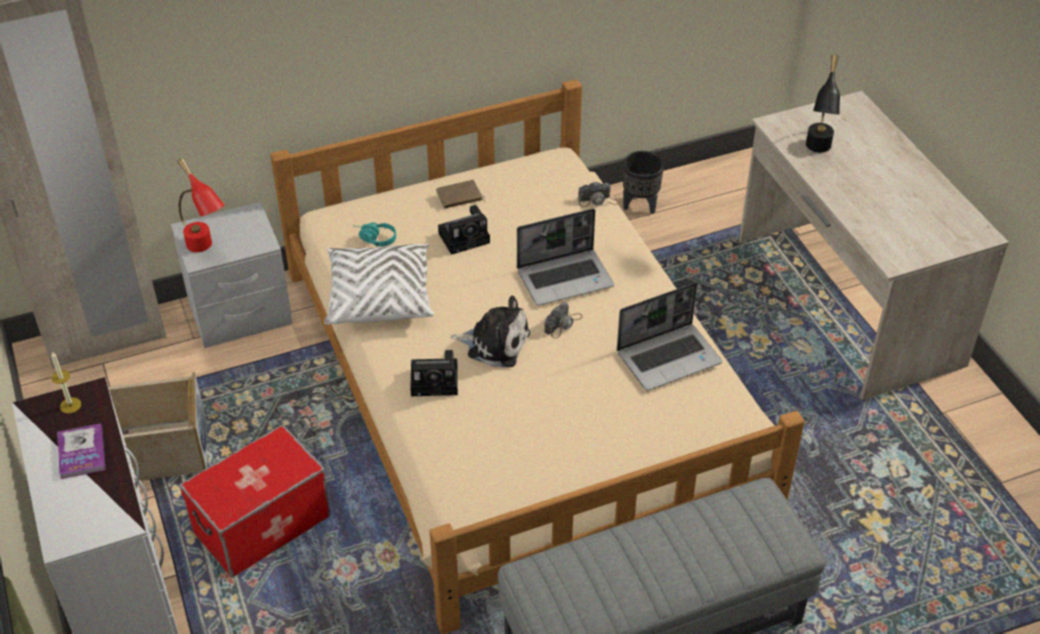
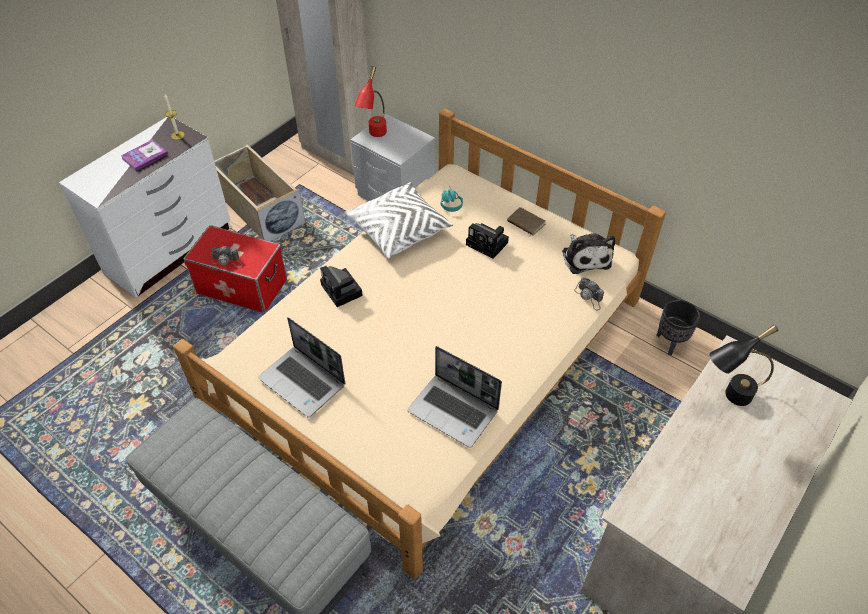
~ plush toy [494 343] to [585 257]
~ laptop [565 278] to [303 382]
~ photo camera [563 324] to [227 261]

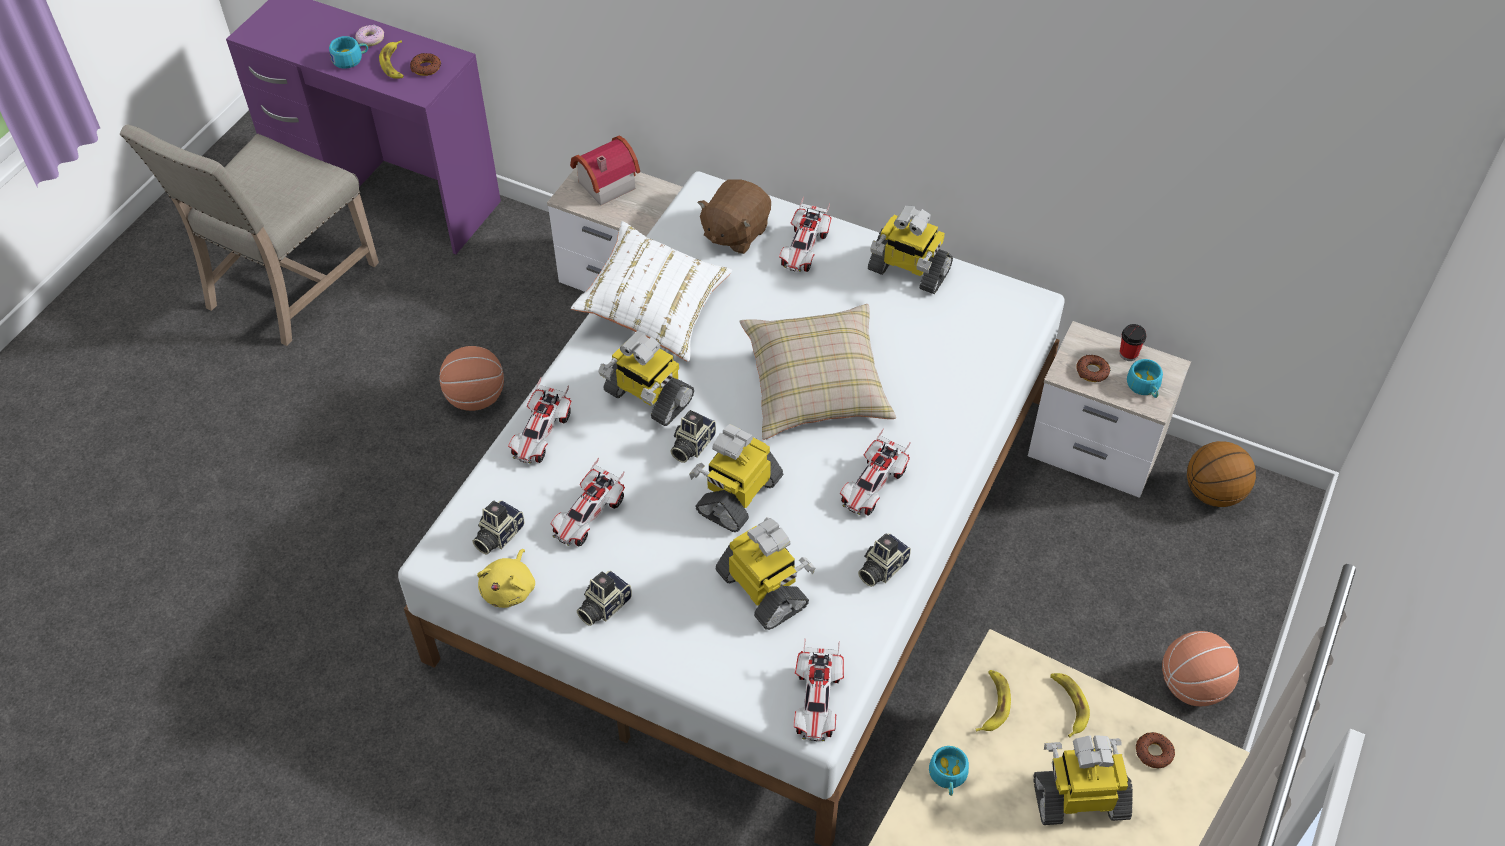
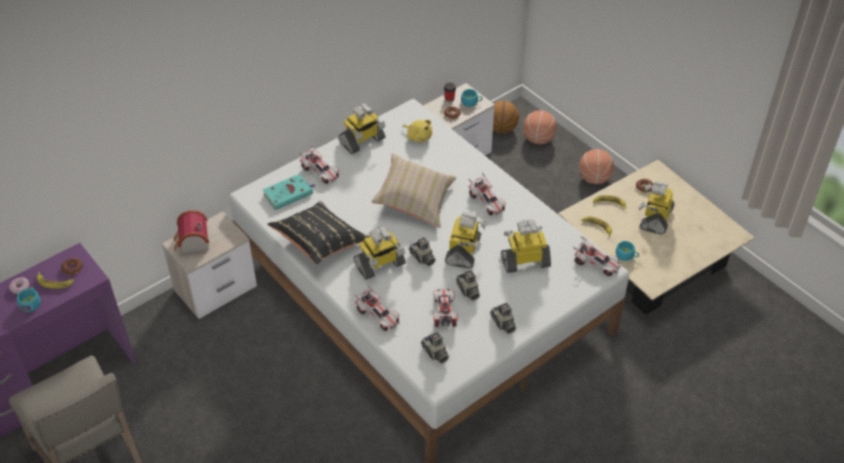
~ basketball [475 398] to [538 139]
~ plush toy in yellow [510 589] to [418 136]
~ photo camera [881 568] to [468 291]
~ plush toy in brown [735 233] to book in turquoise [289 194]
~ pillow in white [654 308] to pillow in black [320 242]
~ toy car [589 516] = [444 312] 150 degrees counterclockwise
~ toy robot [738 495] = [464 251] 135 degrees counterclockwise

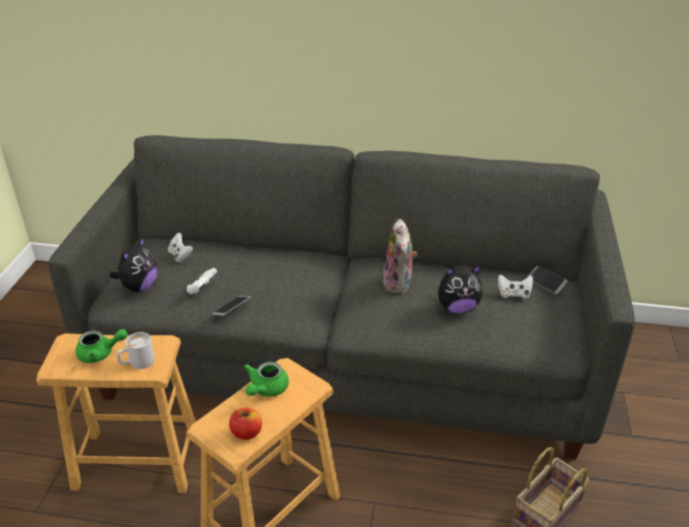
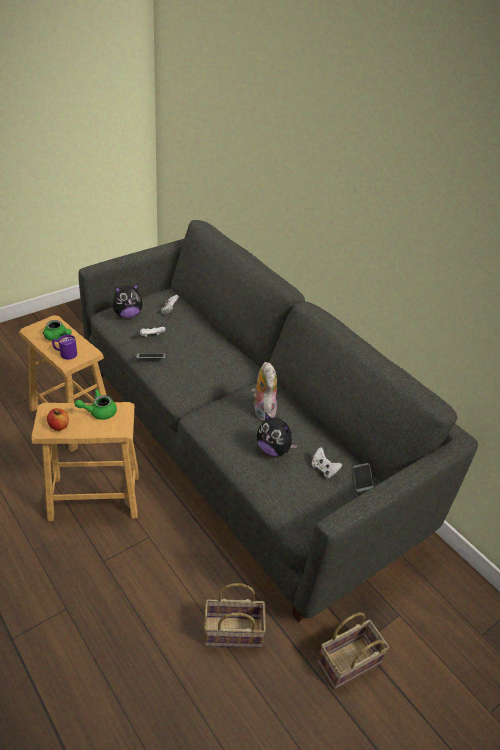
+ basket [348 664]
~ mug in white [137 363] to mug in purple [65 354]
~ plush toy [399 284] = [262 410] 135 degrees clockwise

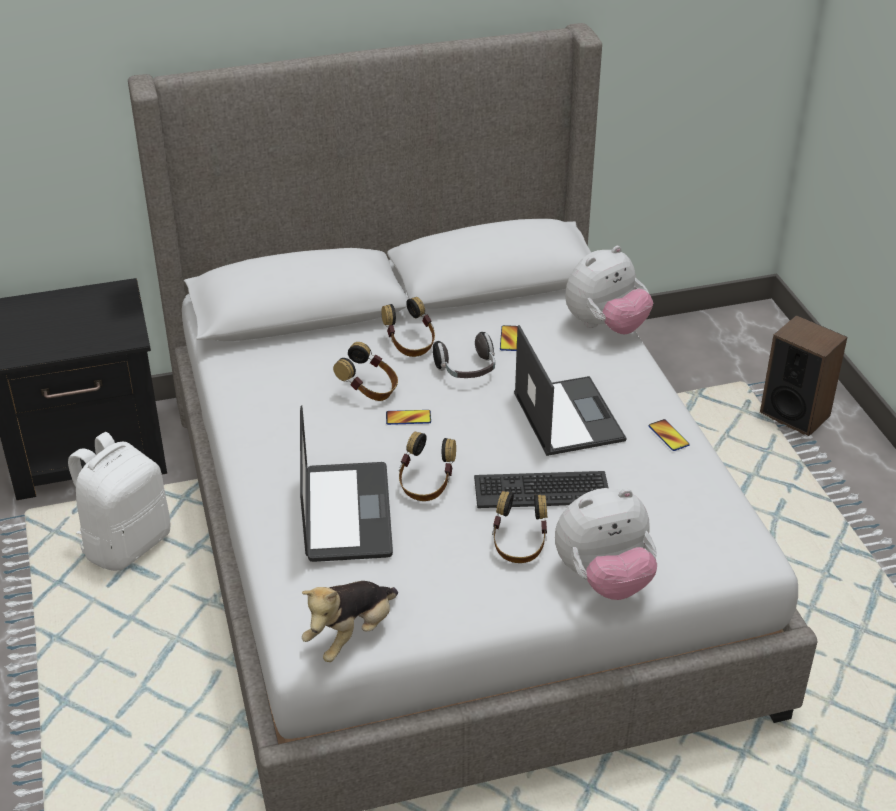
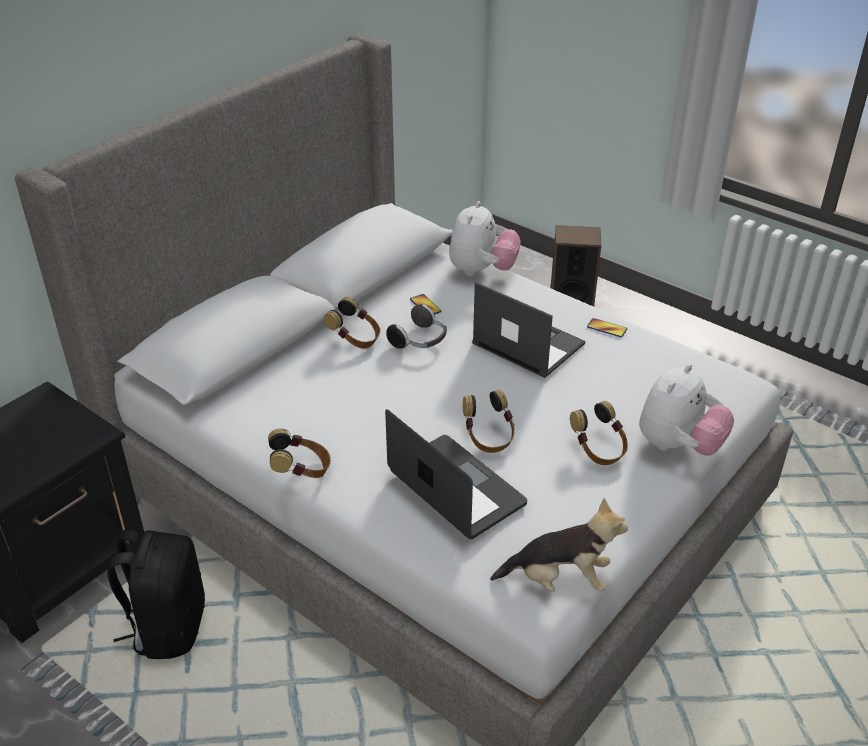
- phone [408 418]
- keyboard [542 490]
~ headphones [369 390] to [302 471]
~ backpack in white [126 543] to backpack in black [168 627]
~ plush toy [351 635] = [559 580] 90 degrees counterclockwise

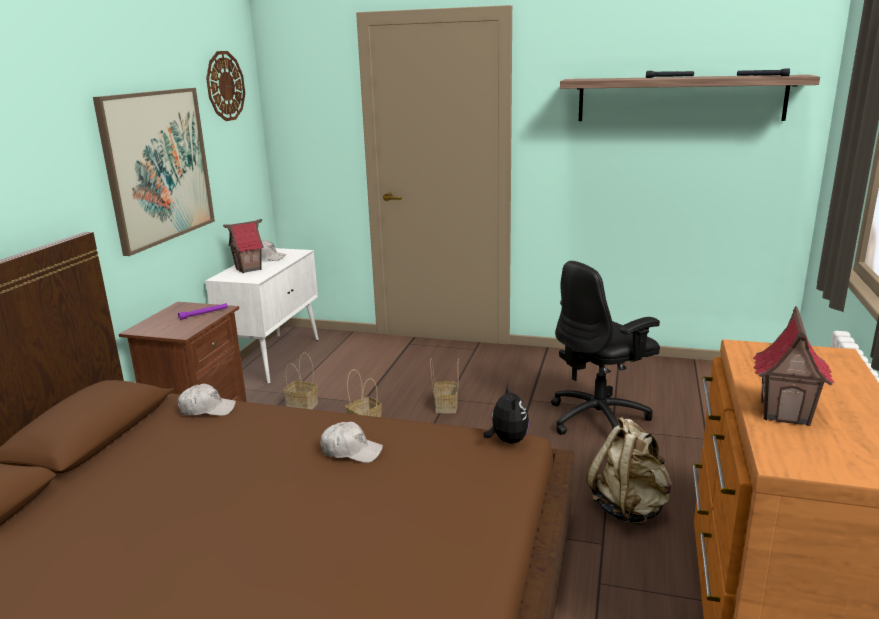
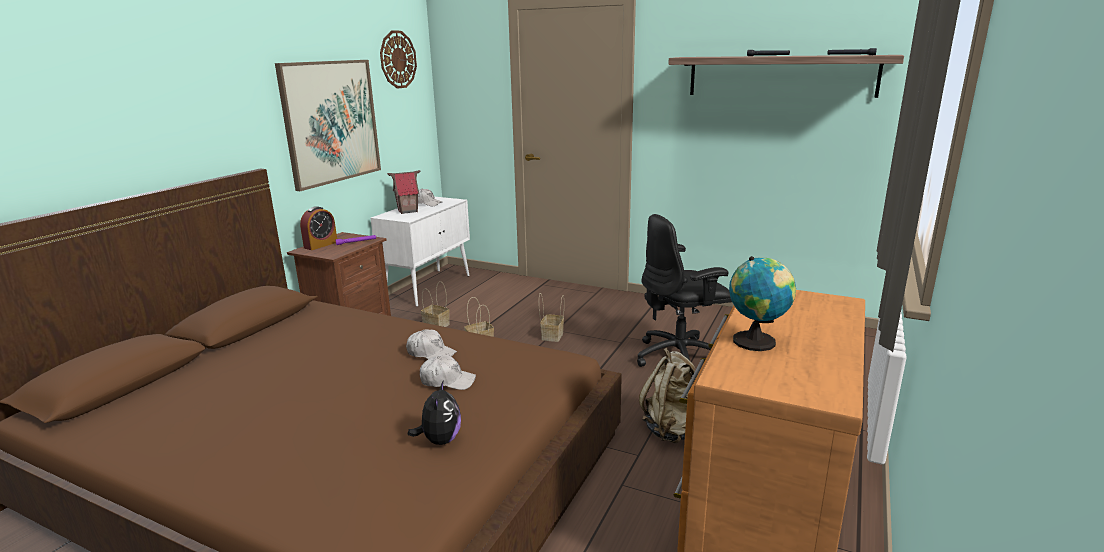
+ alarm clock [321 245]
~ cap in white [207 409] to [447 381]
~ plush toy [507 440] to [440 440]
~ toy house [786 413] to globe [757 342]

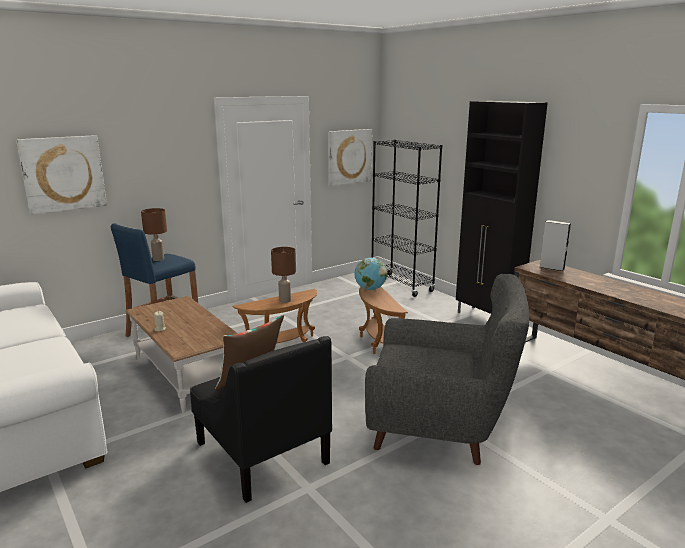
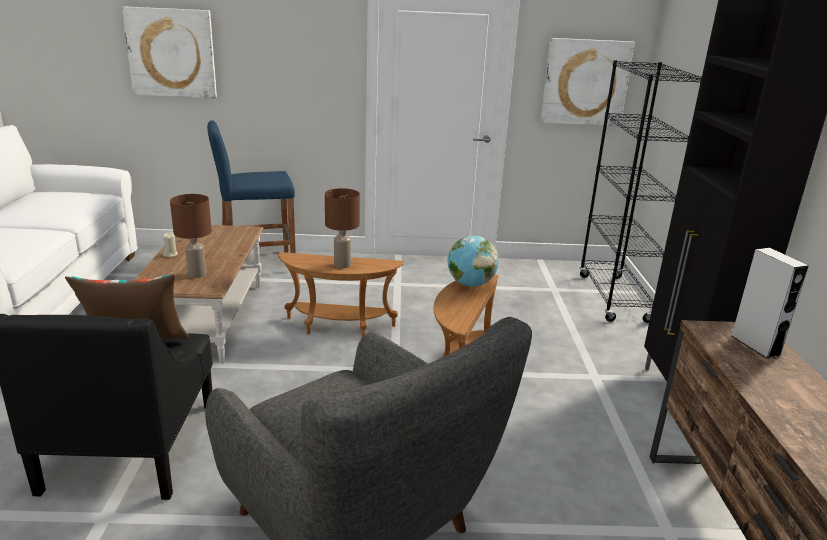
~ table lamp in brown [158 259] to [197 274]

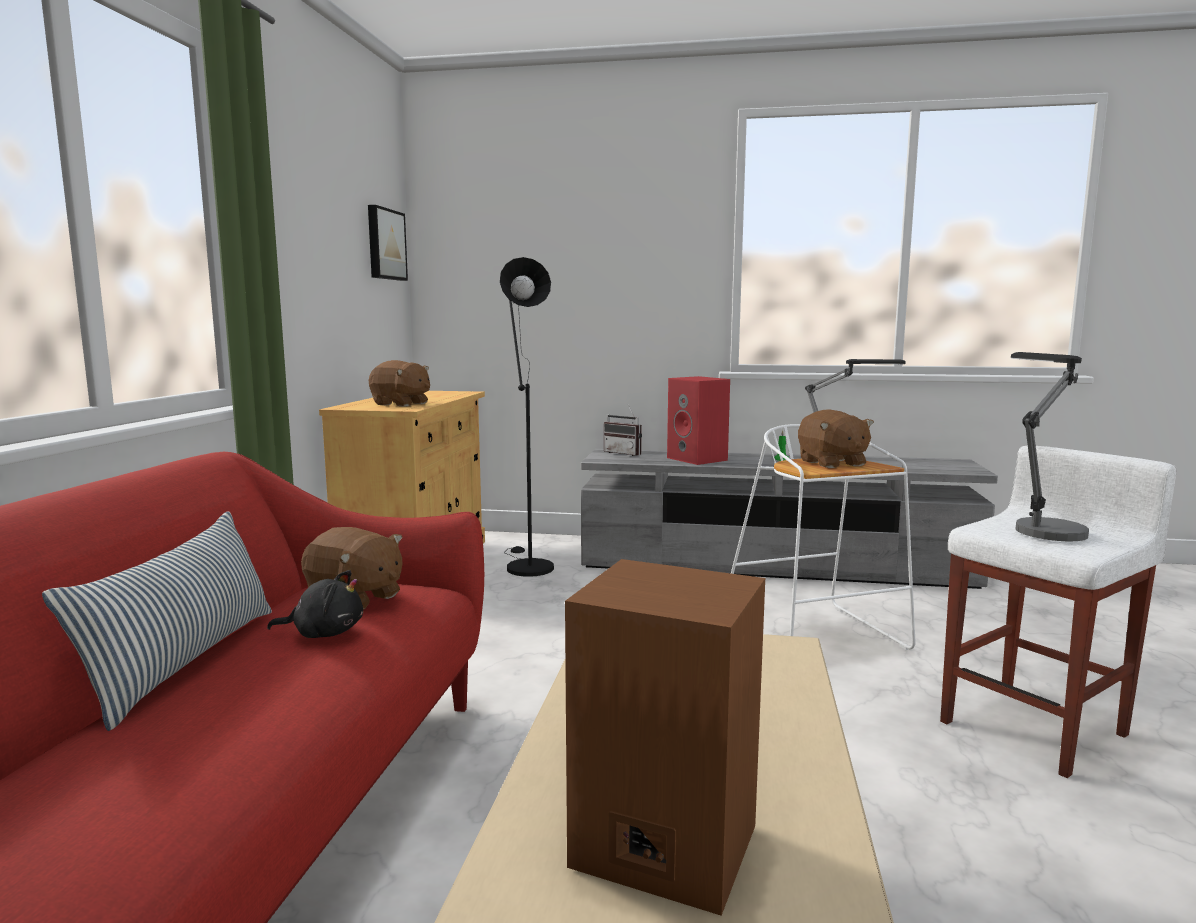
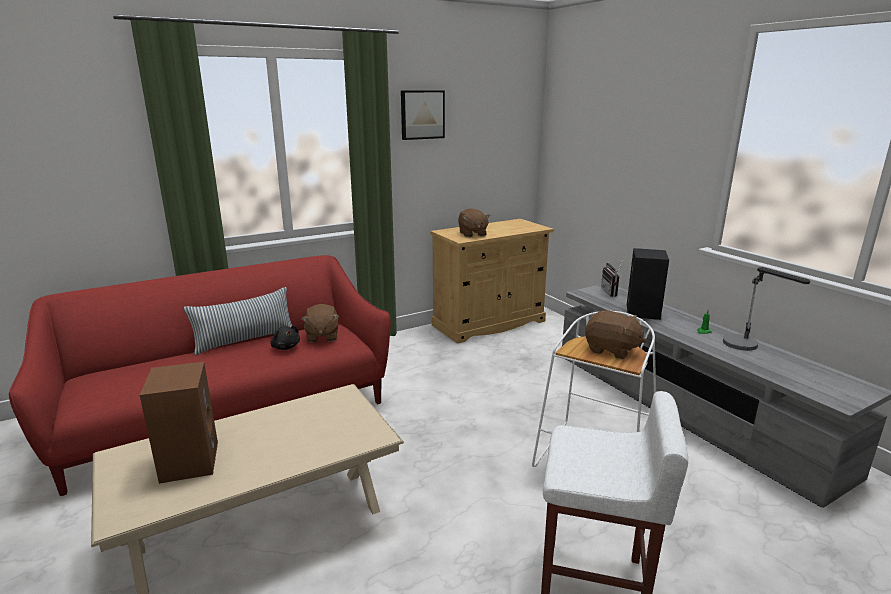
- floor lamp in black [526 566]
- table lamp [1040 527]
~ picture [385 244] to [422 114]
~ speaker in red [699 459] to speaker in black [644 312]
~ plush toy in brown [831 463] = [611 350] 90 degrees counterclockwise

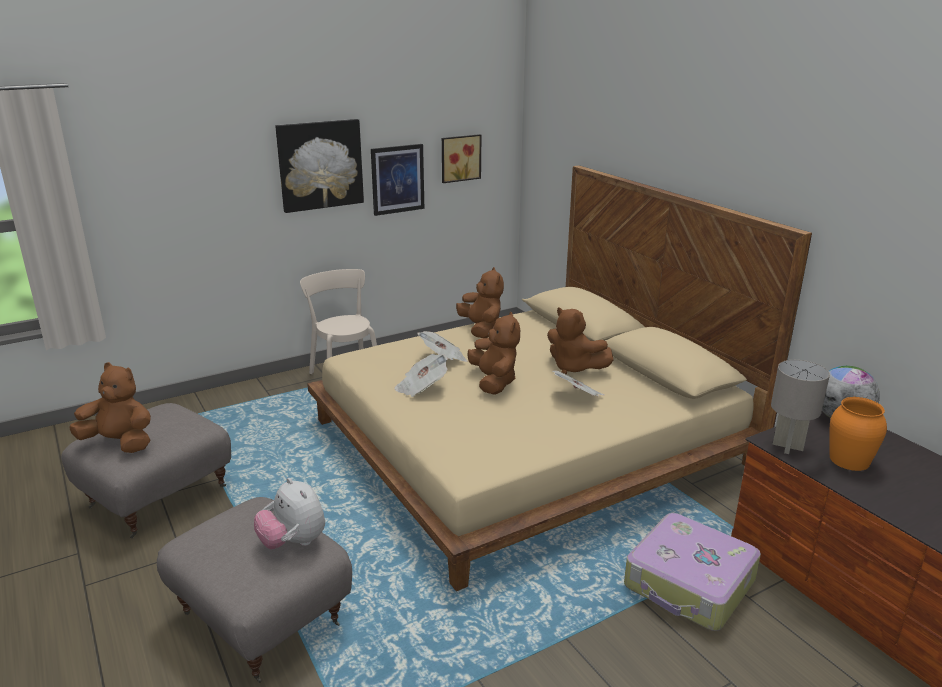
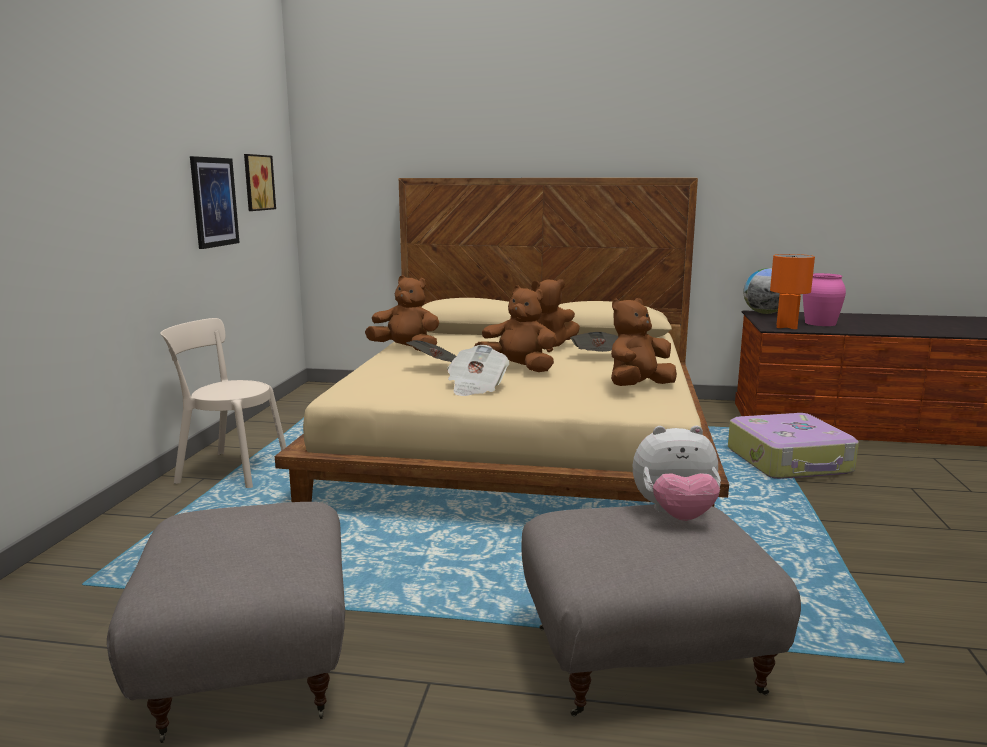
- picture [320 165]
~ plush toy in brown [120 443] to [638 387]
~ table lamp in grey [787 446] to table lamp in orange [786 327]
~ vase in orange [849 460] to vase in pink [820 323]

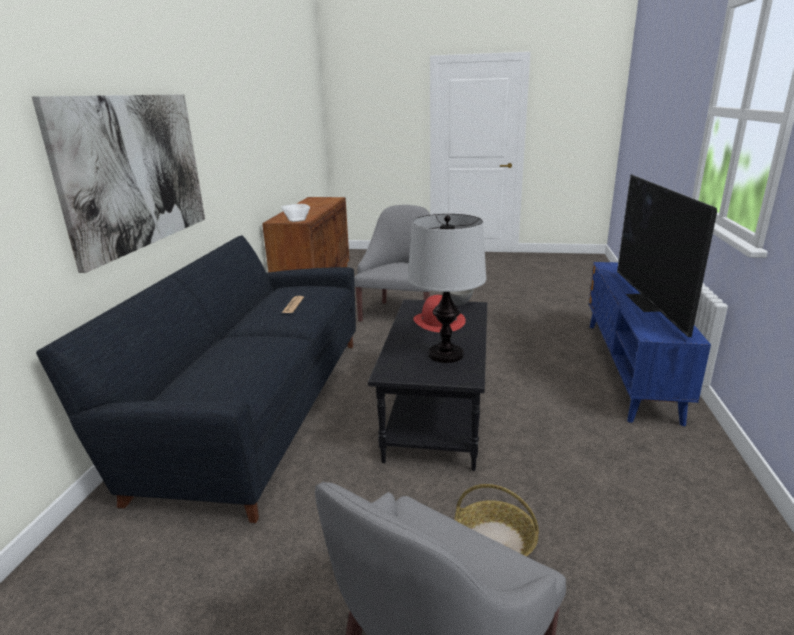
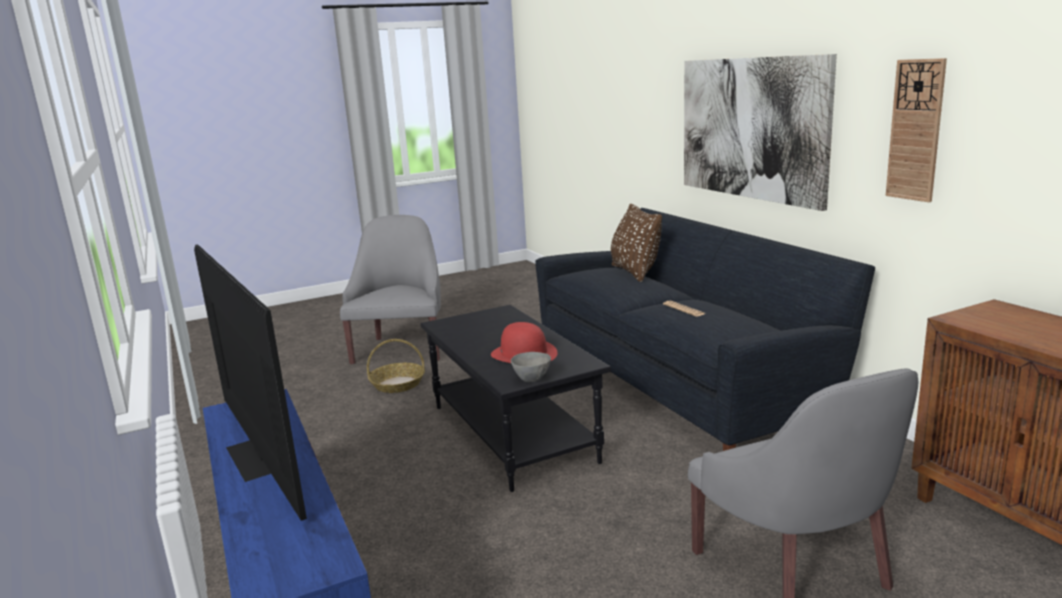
- bowl [297 220]
- table lamp [446 354]
+ pillow in brown [635 272]
+ wall clock [915 130]

